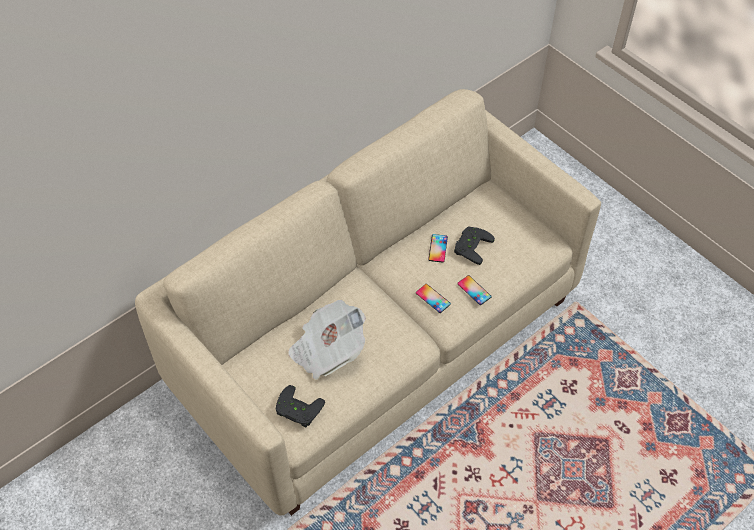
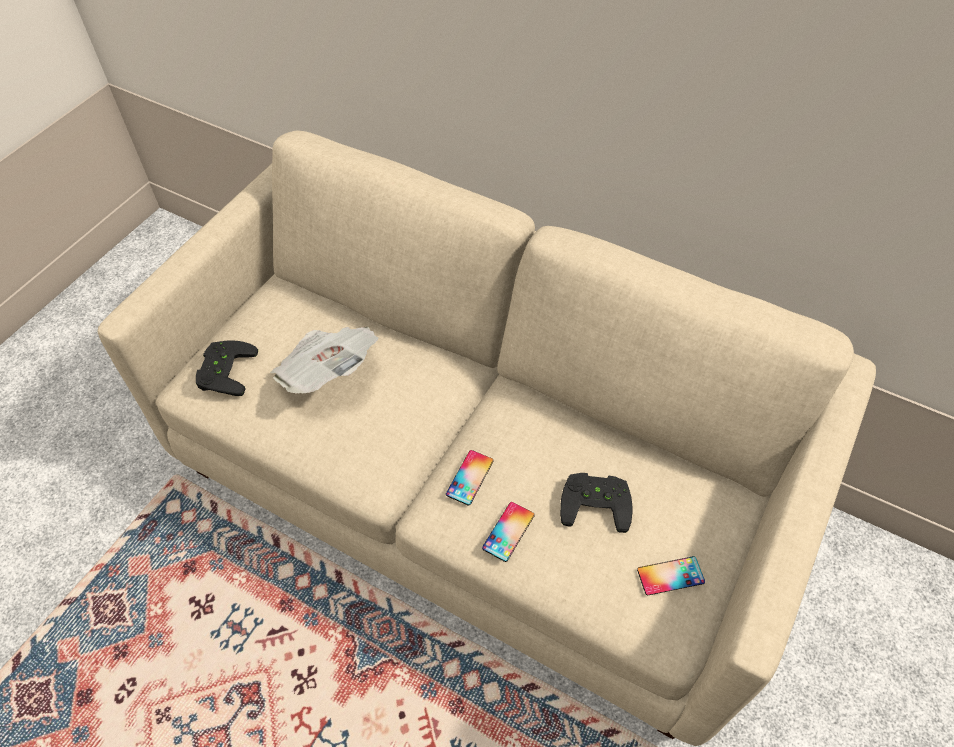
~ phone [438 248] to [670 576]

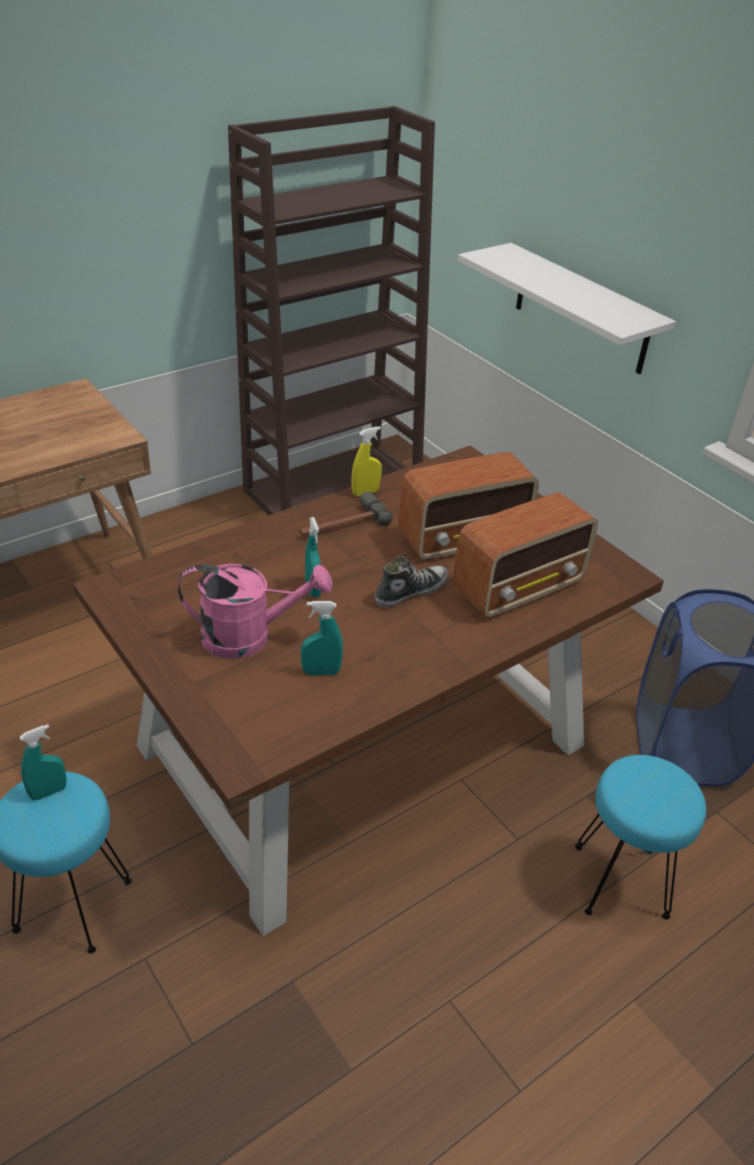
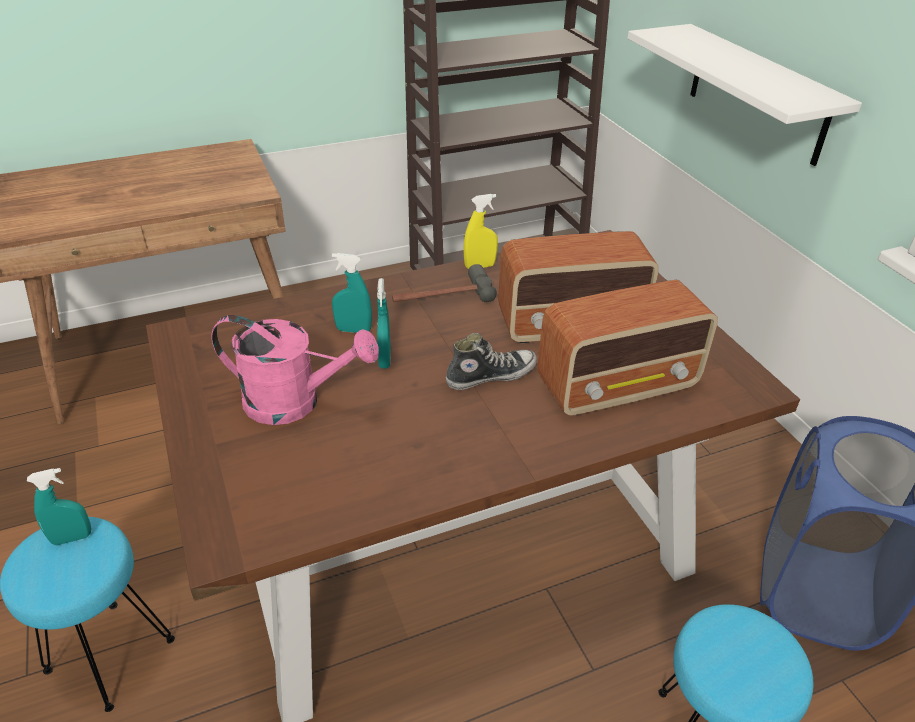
~ spray bottle in turquoise [321 672] to [353 330]

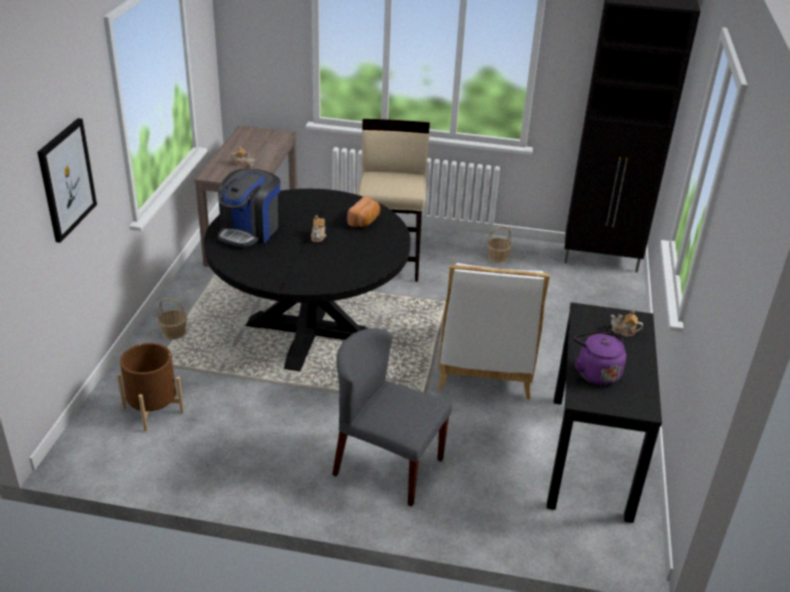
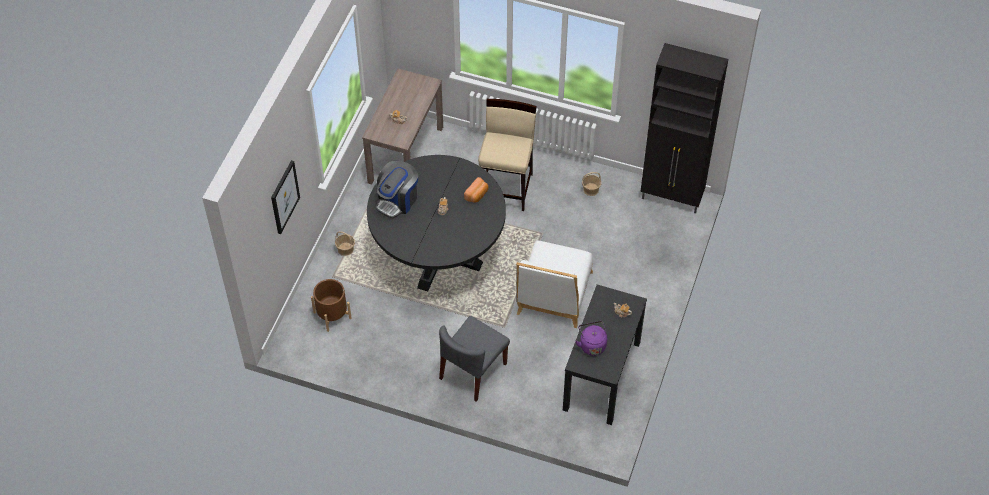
~ chair in grey [387 466] = [473 371] 90 degrees counterclockwise

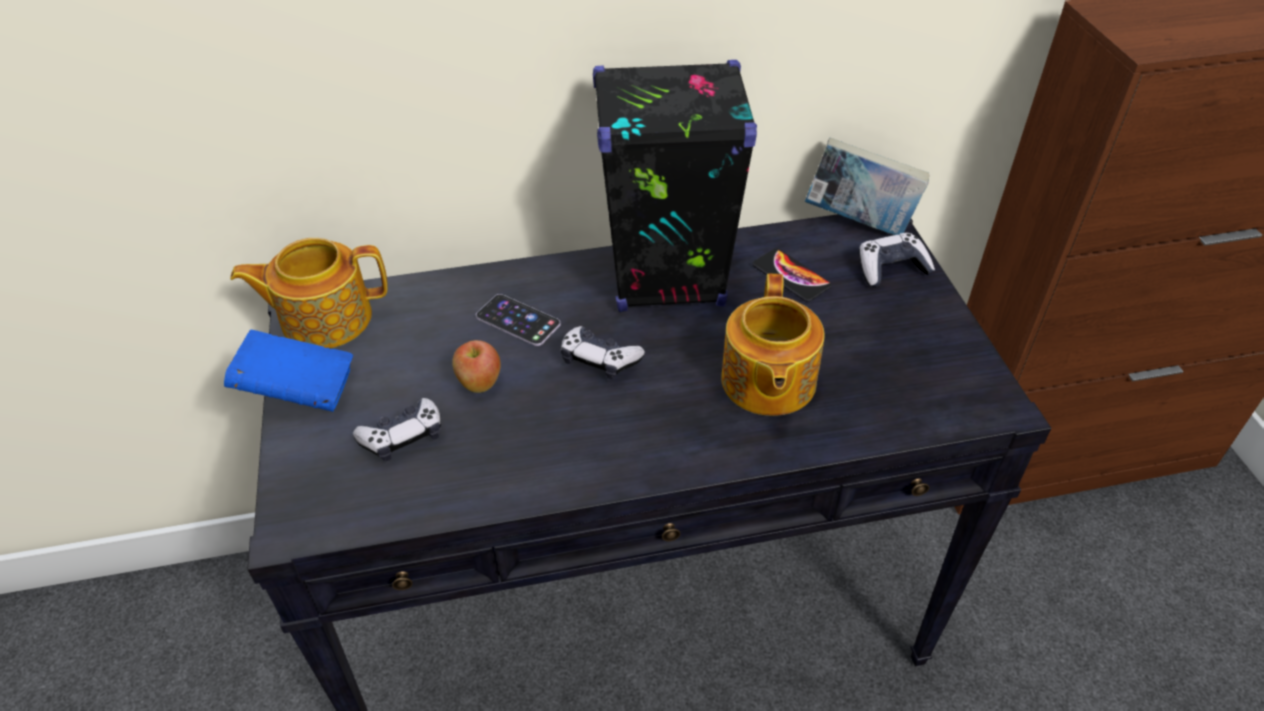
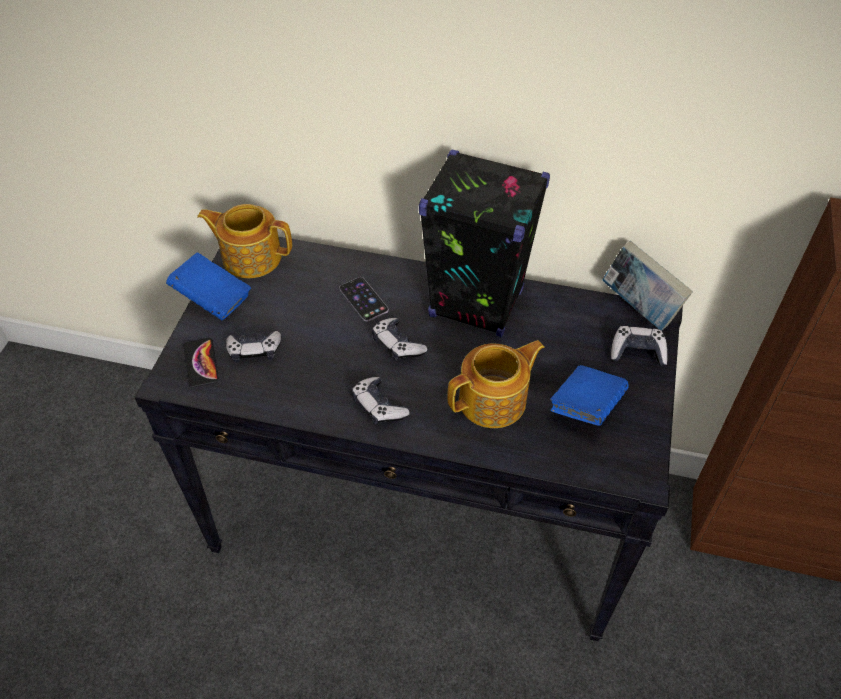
- apple [479 383]
+ game controller [378 406]
+ book in blue [586 407]
~ phone [791 276] to [201 363]
~ teapot [767 382] = [494 400] 150 degrees counterclockwise

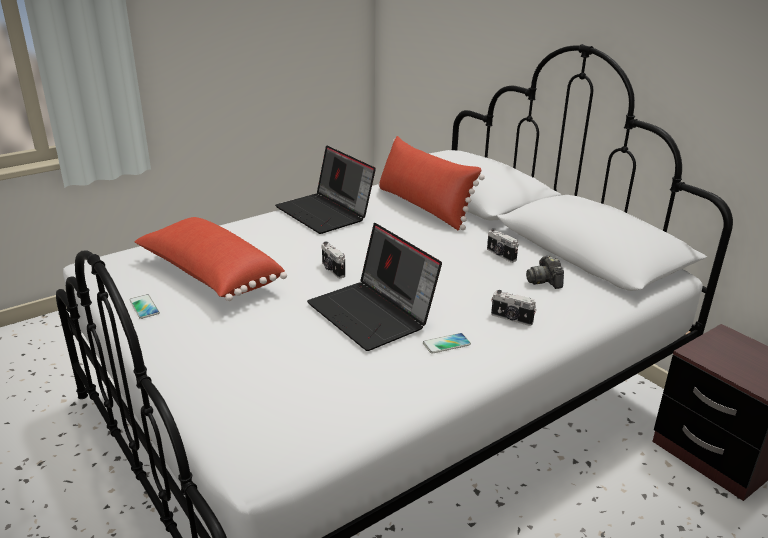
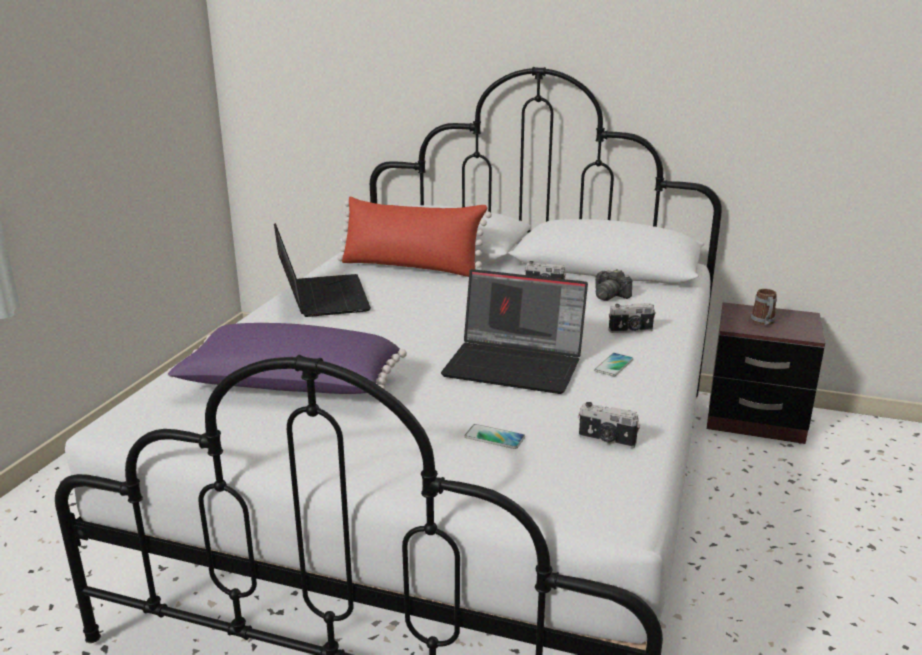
+ mug [763 322]
~ phone [144 307] to [494 437]
~ photo camera [332 270] to [606 440]
~ pillow in red [209 276] to pillow in purple [290 388]
~ laptop [326 213] = [321 297] 120 degrees counterclockwise

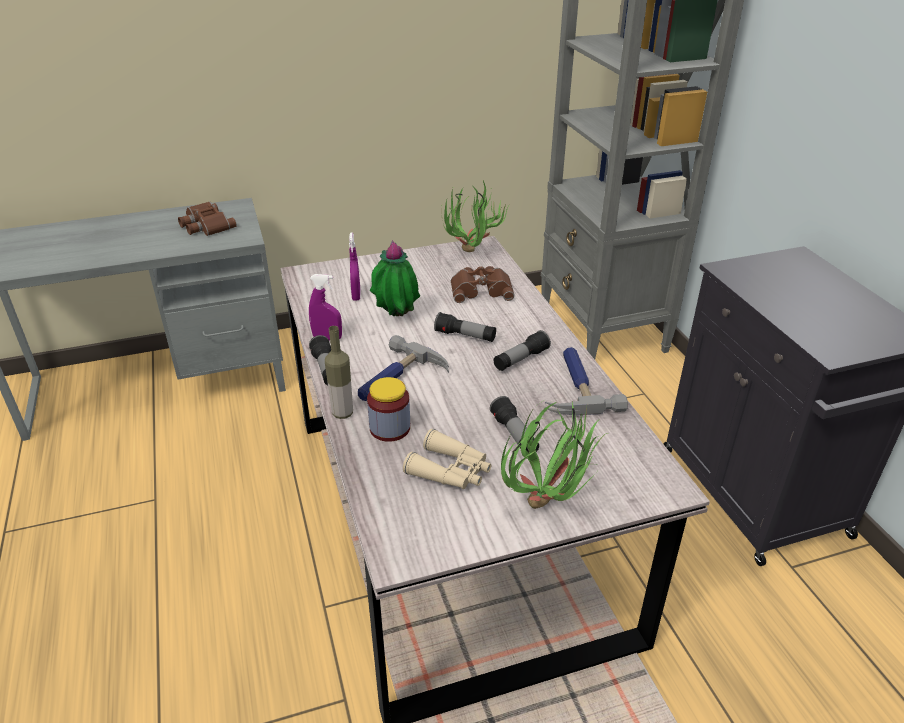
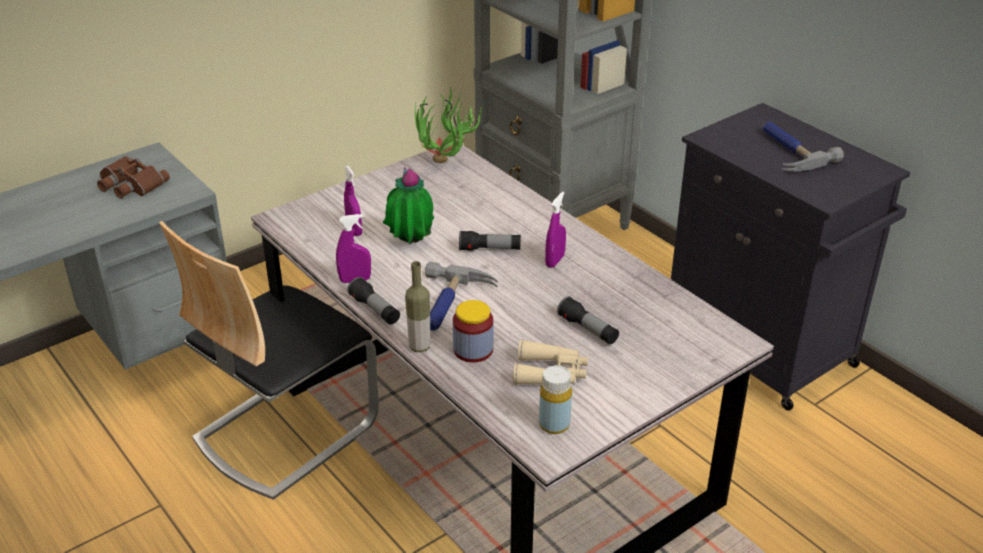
- binoculars in brown [481 289]
- potted plant [551 504]
+ chair [284 430]
+ bottle in yellow [554 424]
~ hammer [575 386] to [788 151]
~ flashlight [520 359] to spray bottle in purple [555 261]

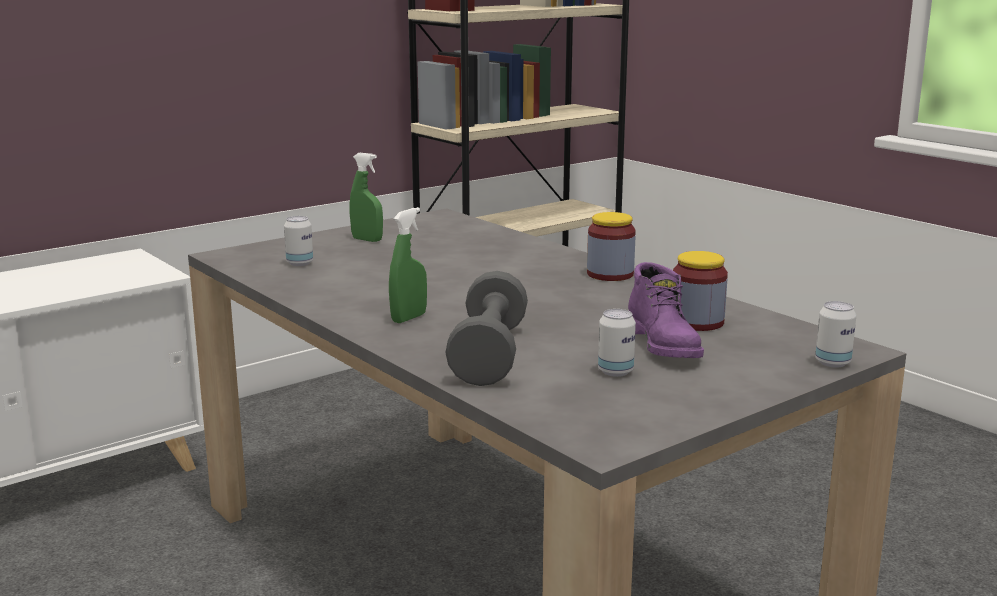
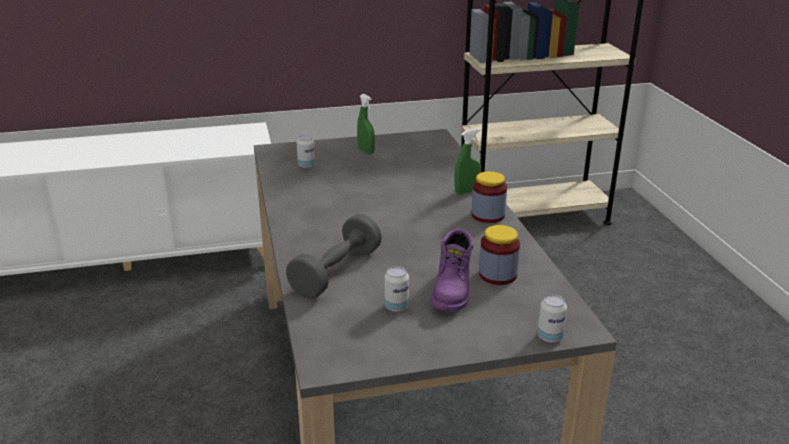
~ spray bottle in green [409 318] to [466 191]

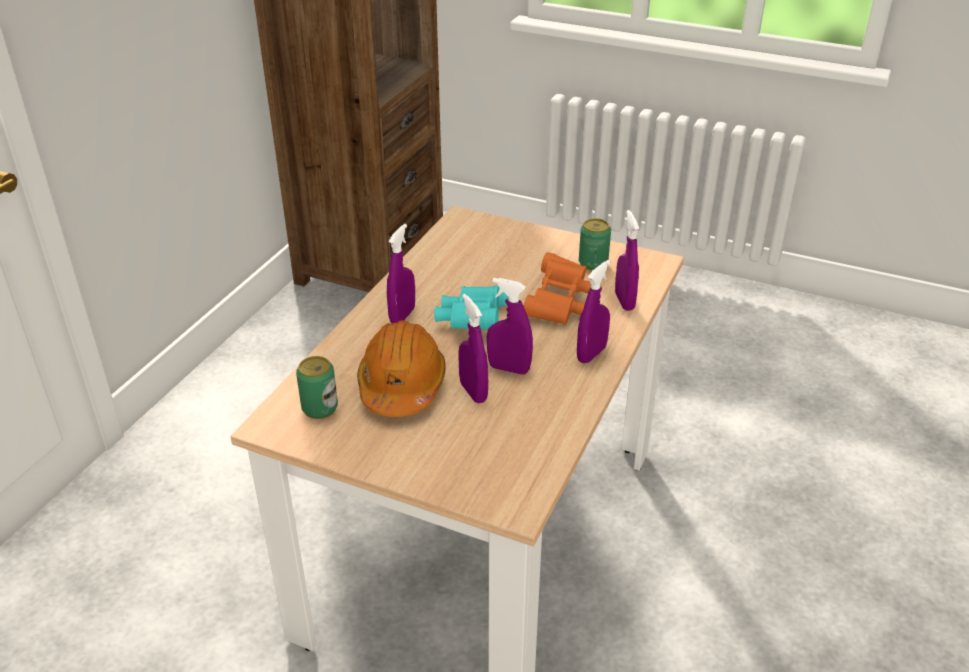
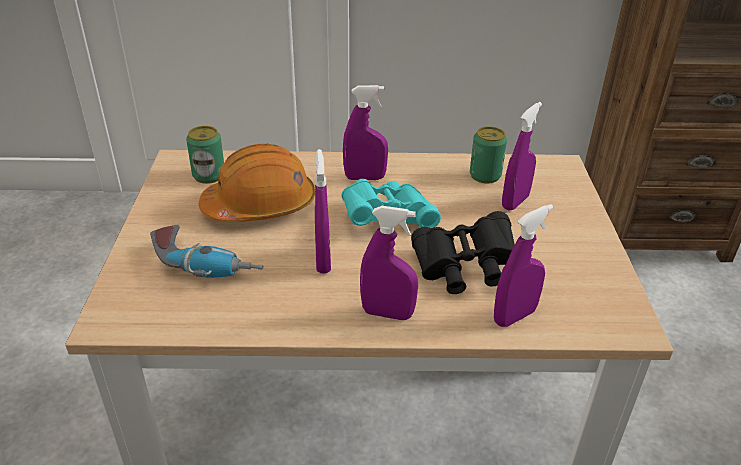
+ power drill [206 264]
~ spray bottle in purple [473 392] to [515 202]
~ can [593 263] to [485 175]
~ binoculars in orange [561 305] to binoculars in black [463 269]

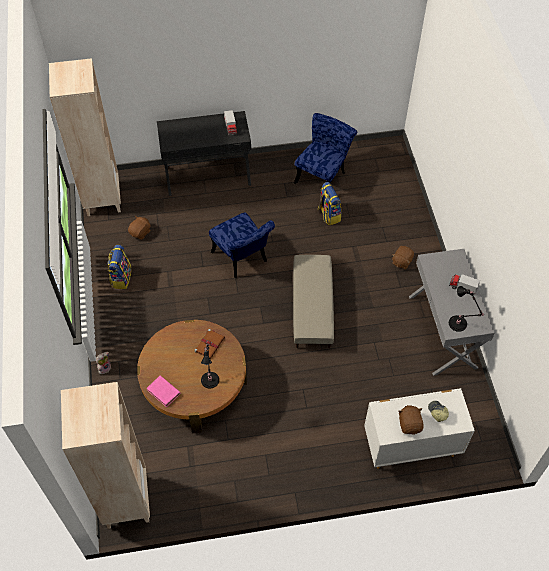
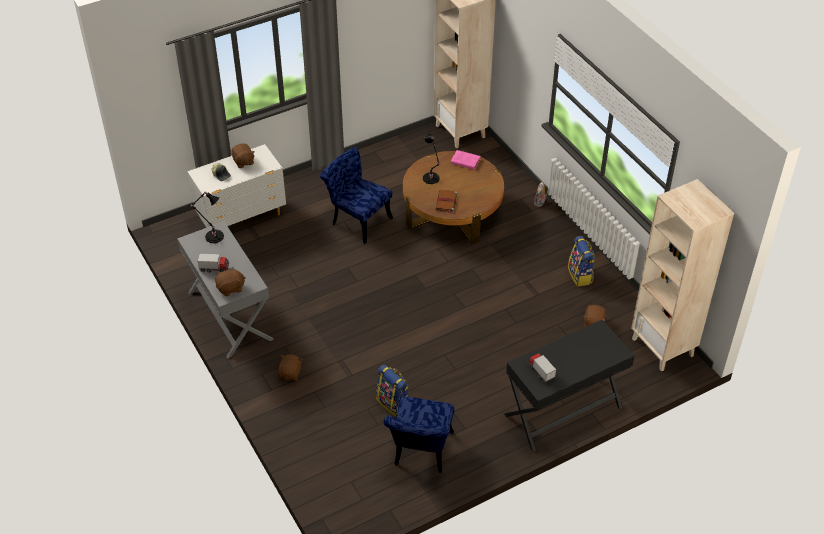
- ottoman in beige [312 307]
+ plush toy in brown [231 288]
~ chair in blue [242 260] to [357 219]

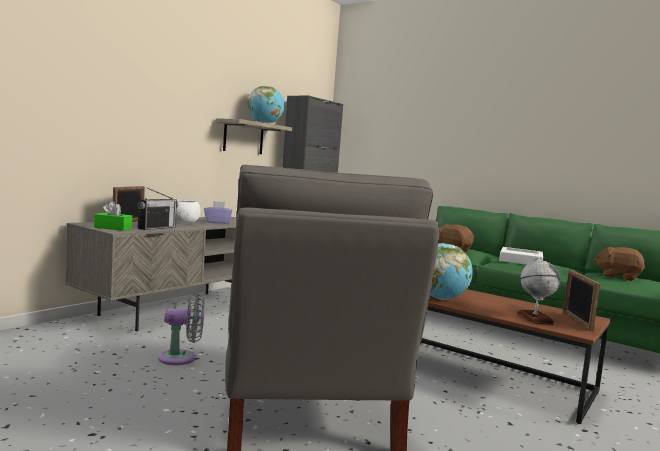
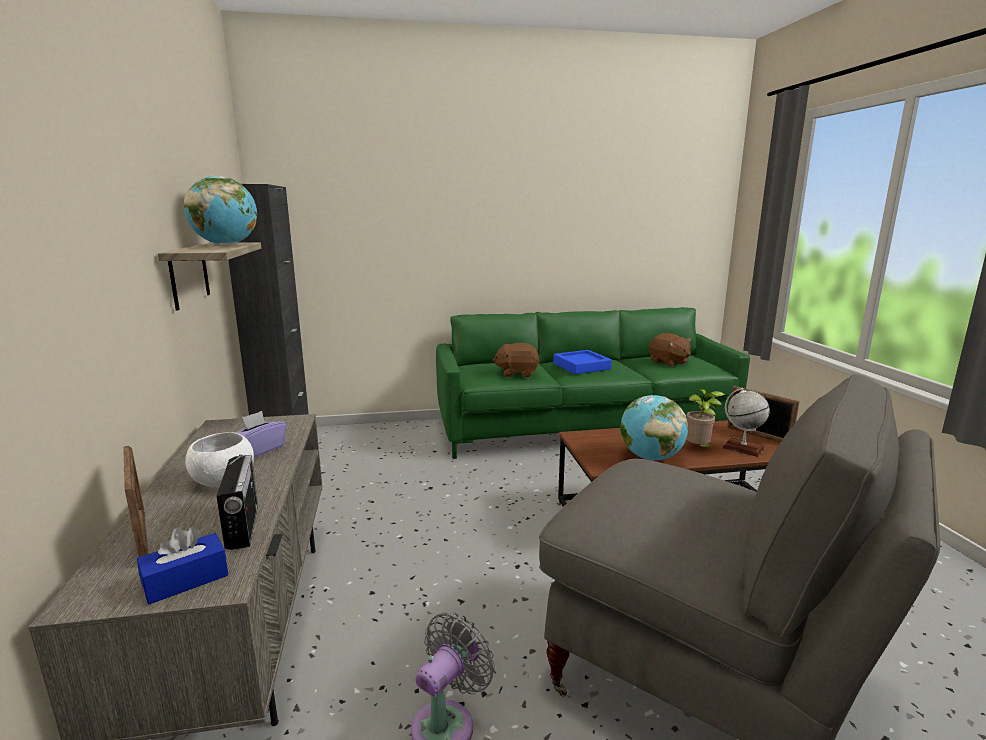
+ potted plant [699 449]
~ tissue box in green [113 228] to tissue box in blue [186 580]
~ tray in white [520 261] to tray in blue [581 366]
~ plush toy in brown [618 277] = [669 362] 105 degrees counterclockwise

